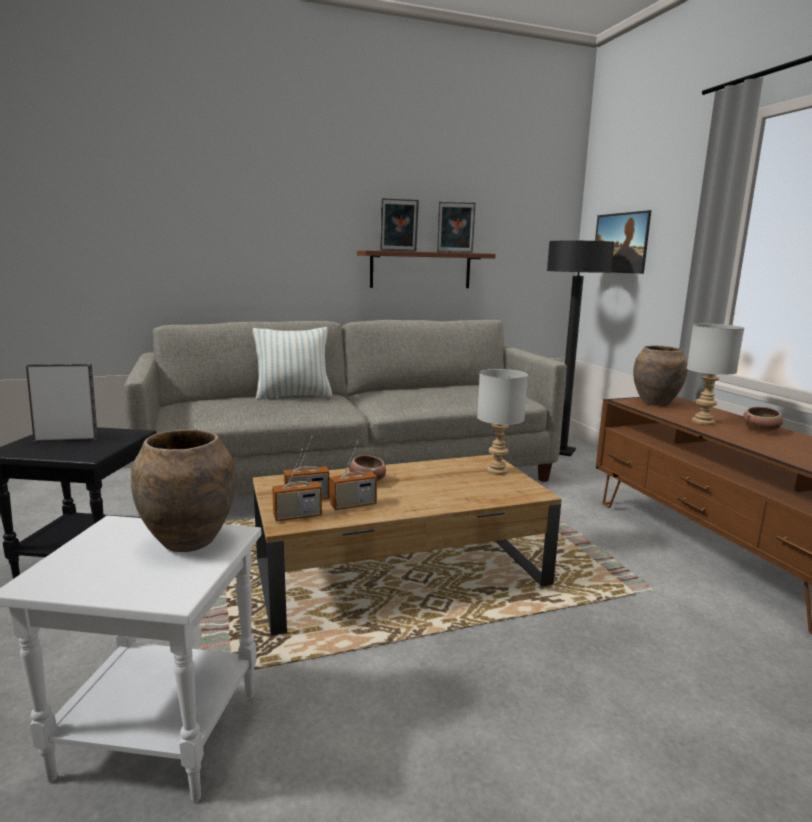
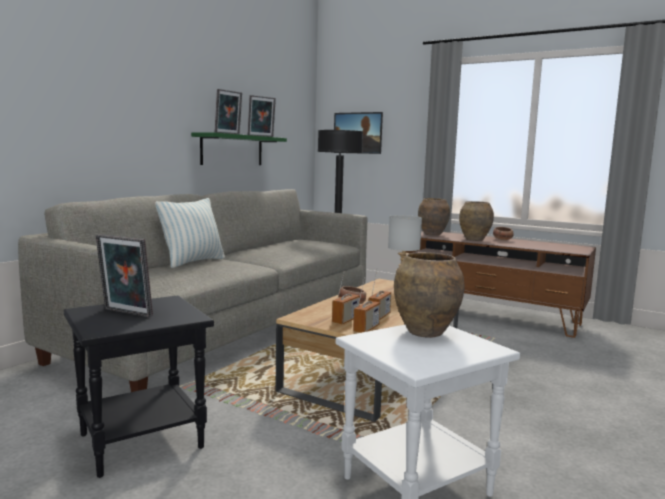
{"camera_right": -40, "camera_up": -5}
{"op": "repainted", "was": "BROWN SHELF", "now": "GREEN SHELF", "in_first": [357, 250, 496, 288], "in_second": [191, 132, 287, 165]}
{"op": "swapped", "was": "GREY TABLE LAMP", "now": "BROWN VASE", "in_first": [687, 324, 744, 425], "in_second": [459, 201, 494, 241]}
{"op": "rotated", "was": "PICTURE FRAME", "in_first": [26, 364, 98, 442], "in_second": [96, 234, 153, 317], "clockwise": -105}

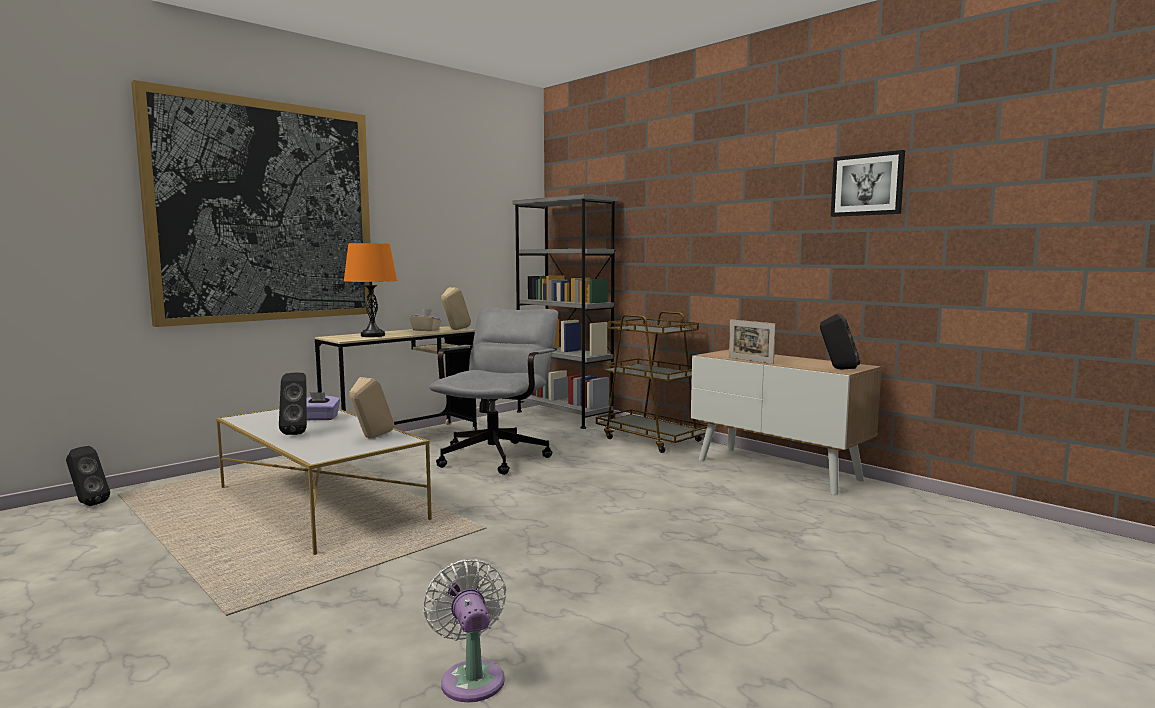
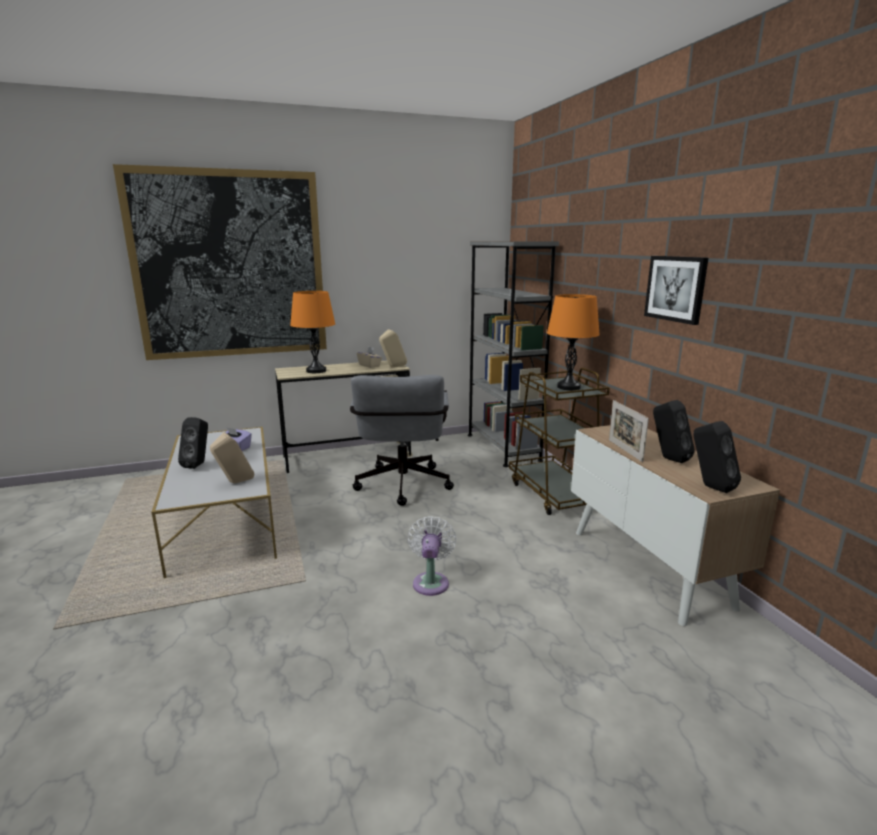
{"camera_right": 25, "camera_up": 10}
{"op": "shifted", "was": "PICTURE", "in_first": [831, 150, 905, 217], "in_second": [644, 256, 708, 325]}
{"op": "rotated", "was": "GREY OFFICE CHAIR", "in_first": [429, 307, 558, 475], "in_second": [350, 375, 454, 506], "clockwise": 135}
{"op": "shifted", "was": "BLACK SPEAKER", "in_first": [66, 446, 110, 506], "in_second": [653, 400, 695, 463]}
{"op": "shifted", "was": "WHITE FAN", "in_first": [423, 560, 506, 702], "in_second": [408, 516, 457, 596]}
{"op": "new", "now": "ORANGE TABLE LAMP", "in_second": [547, 294, 600, 390]}

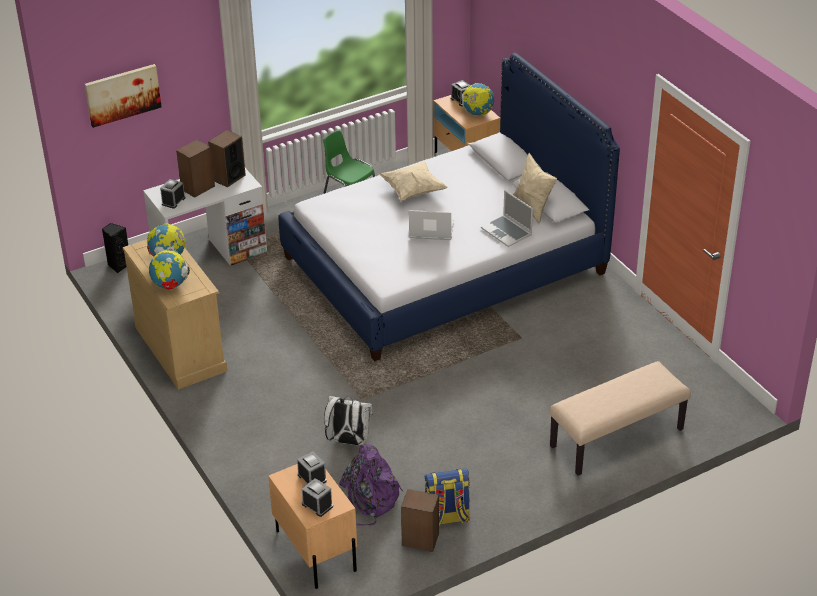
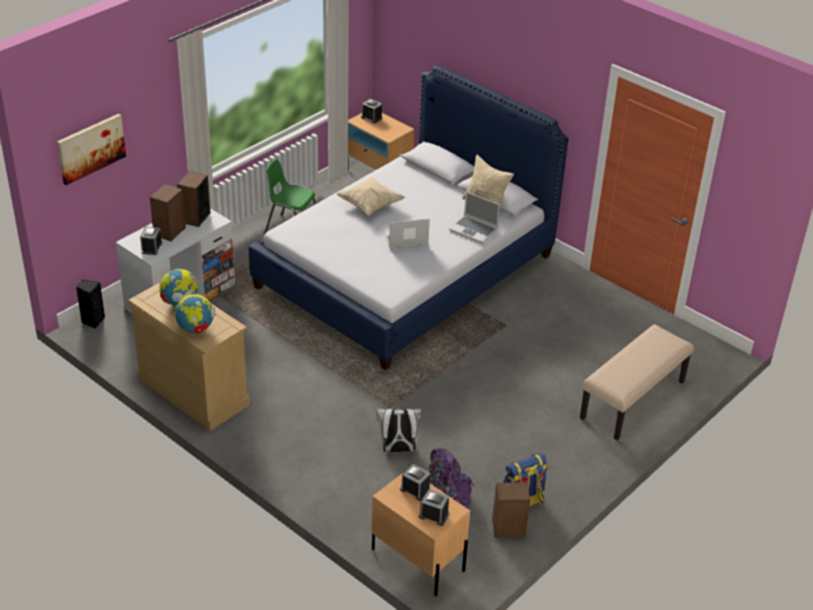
{"camera_right": -20, "camera_up": 0}
{"op": "gone", "was": "GLOBE", "in_first": [461, 83, 494, 116]}

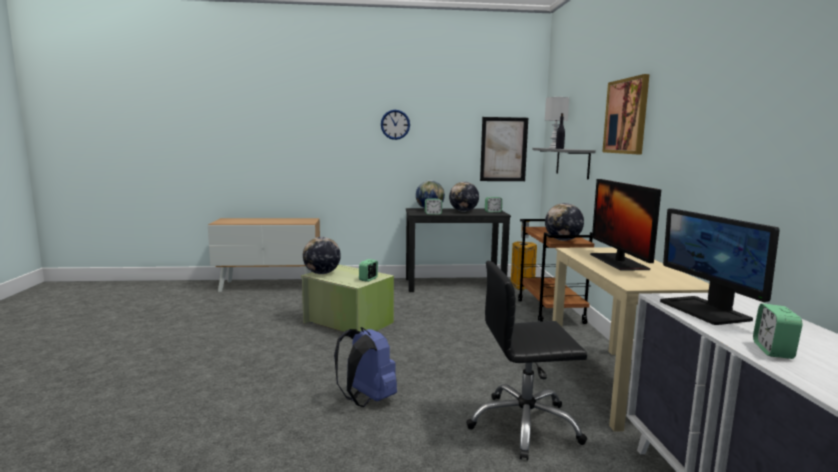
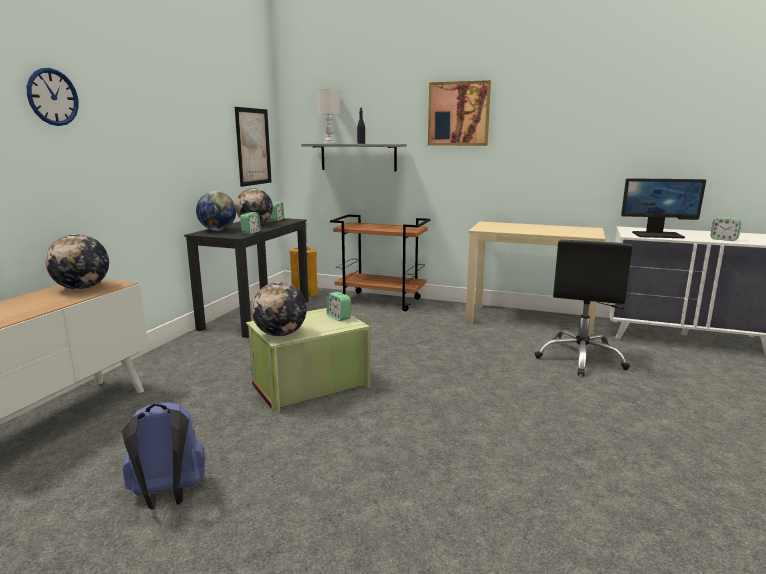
{"camera_right": -65, "camera_up": 5}
{"op": "shifted", "was": "WALL CLOCK", "in_first": [381, 110, 410, 140], "in_second": [27, 68, 79, 126]}
{"op": "gone", "was": "MONITOR", "in_first": [590, 179, 661, 271]}
{"op": "shifted", "was": "GLOBE", "in_first": [545, 203, 584, 241], "in_second": [45, 234, 109, 290]}
{"op": "shifted", "was": "BLUE BACKPACK", "in_first": [334, 327, 397, 407], "in_second": [122, 402, 205, 509]}

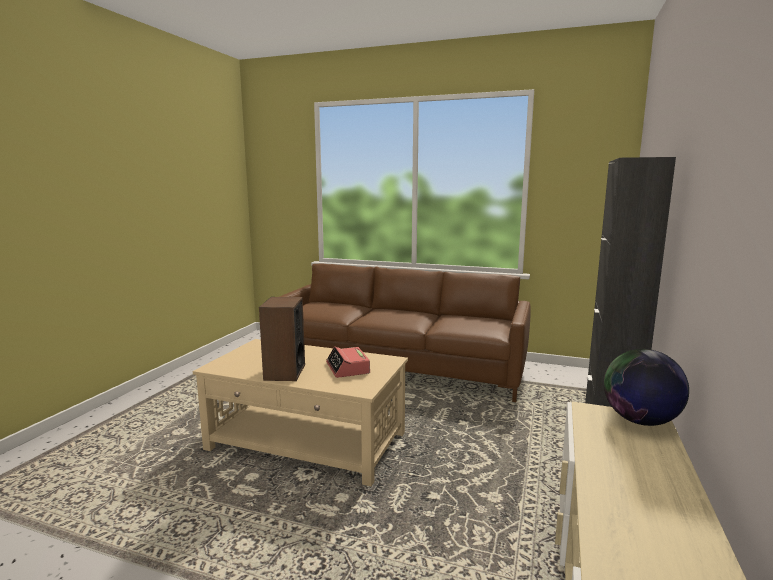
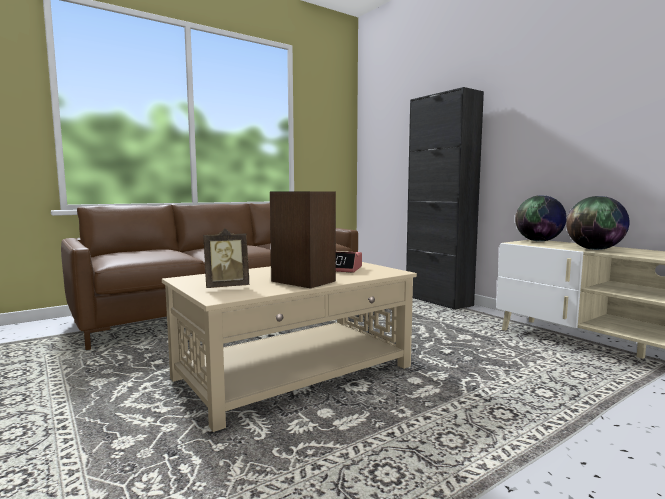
{"camera_right": -55, "camera_up": -5}
{"op": "new", "now": "GLOBE", "in_second": [566, 196, 629, 250]}
{"op": "new", "now": "PICTURE FRAME", "in_second": [203, 228, 249, 288]}

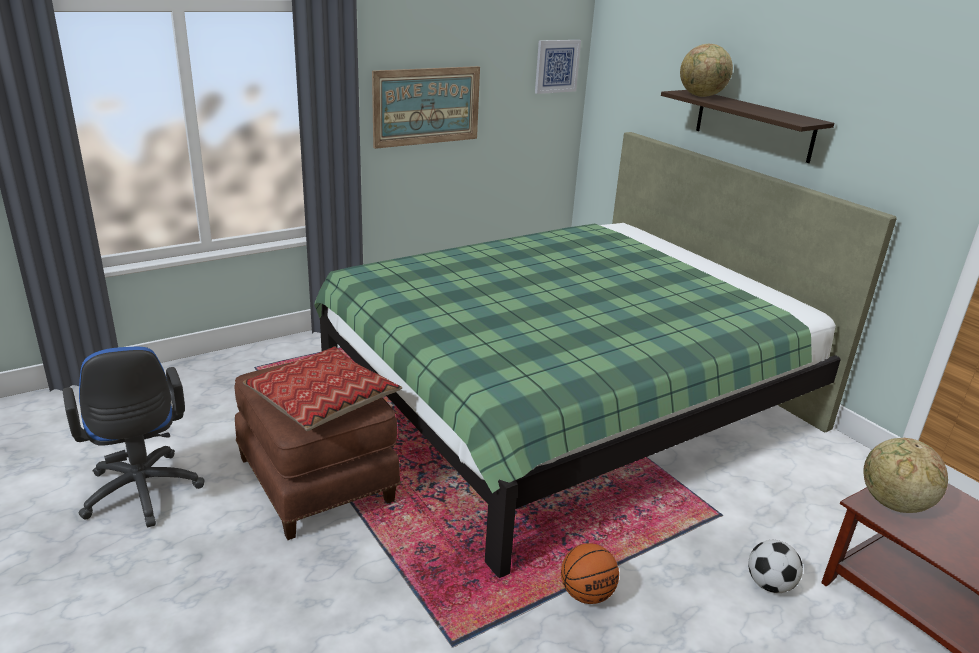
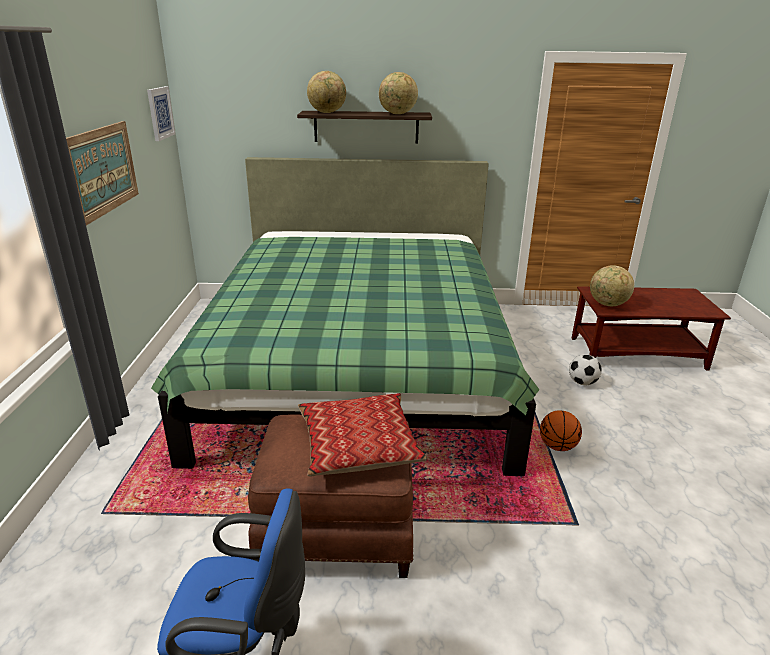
{"camera_right": -55, "camera_up": 0}
{"op": "new", "now": "GLOBE", "in_second": [379, 72, 418, 114]}

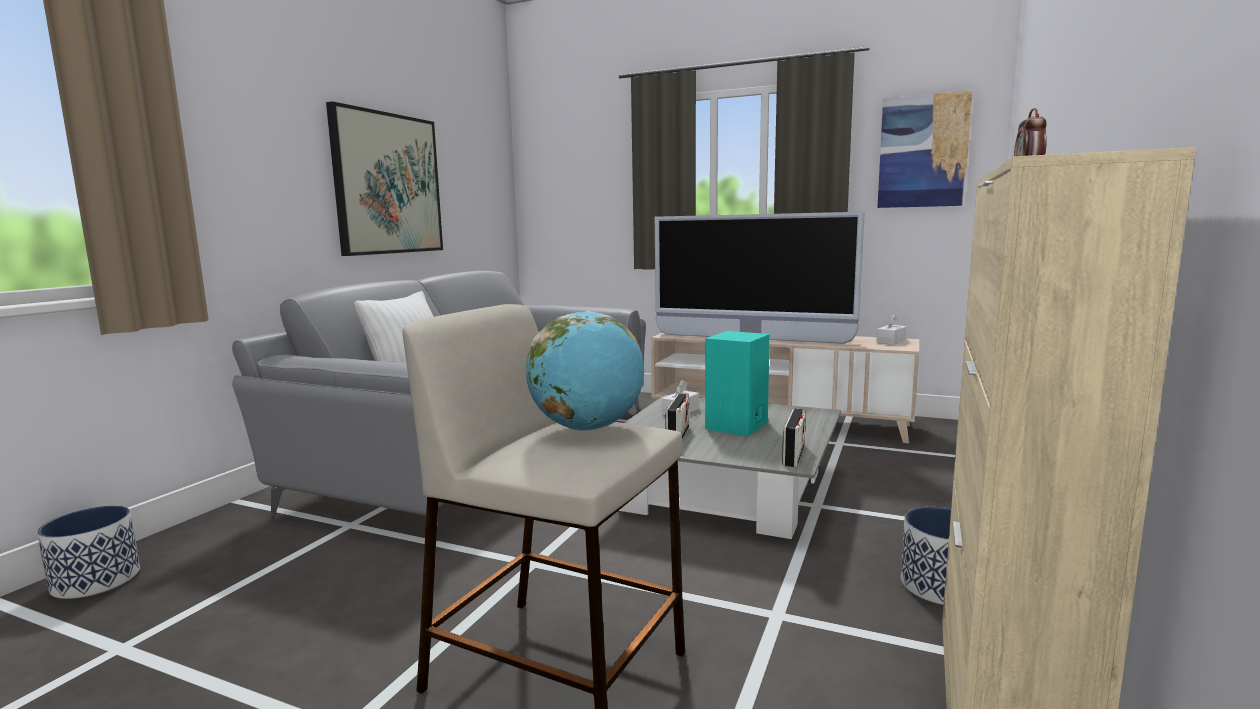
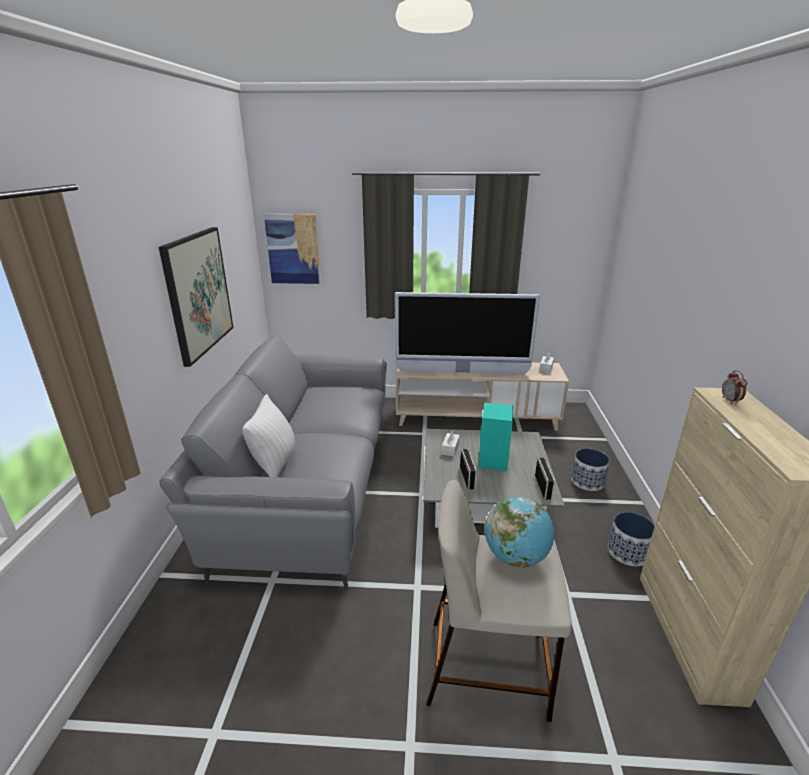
{"camera_right": -20, "camera_up": 15}
{"op": "shifted", "was": "PICTURE", "in_first": [878, 91, 973, 208], "in_second": [264, 214, 321, 284]}
{"op": "shifted", "was": "PLANTER", "in_first": [37, 506, 140, 599], "in_second": [571, 448, 610, 491]}

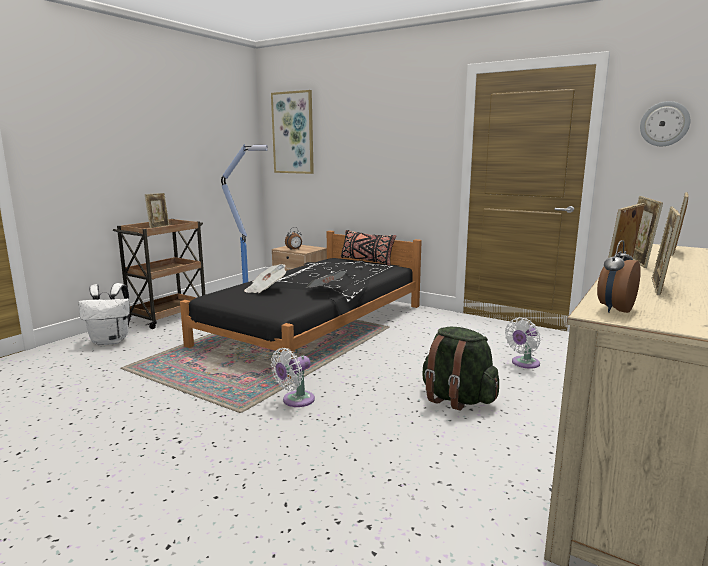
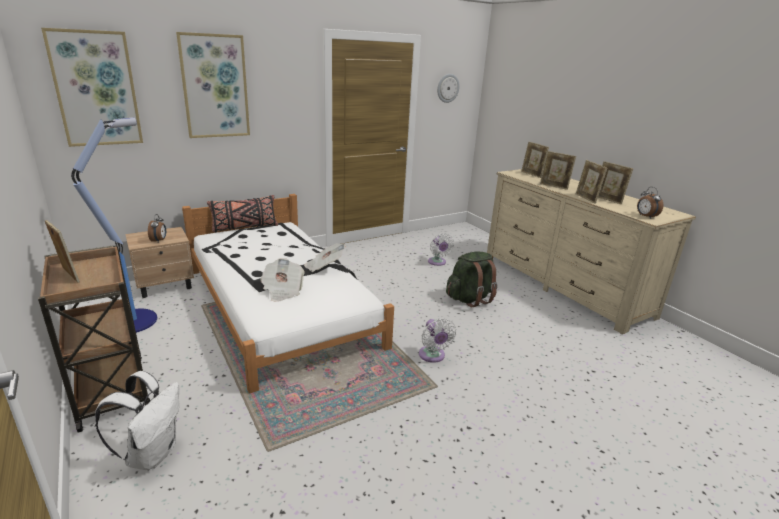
{"camera_right": -65, "camera_up": 10}
{"op": "repainted", "was": "BLACK BED", "now": "WHITE BED", "in_first": [180, 231, 422, 379], "in_second": [182, 194, 394, 393]}
{"op": "new", "now": "PICTURE", "in_second": [176, 32, 250, 138]}

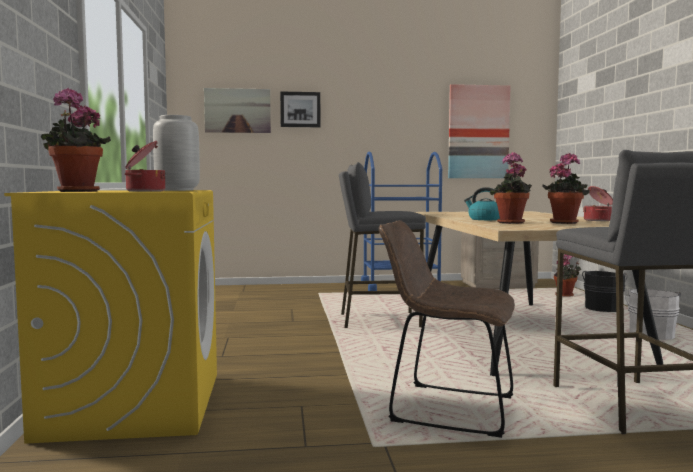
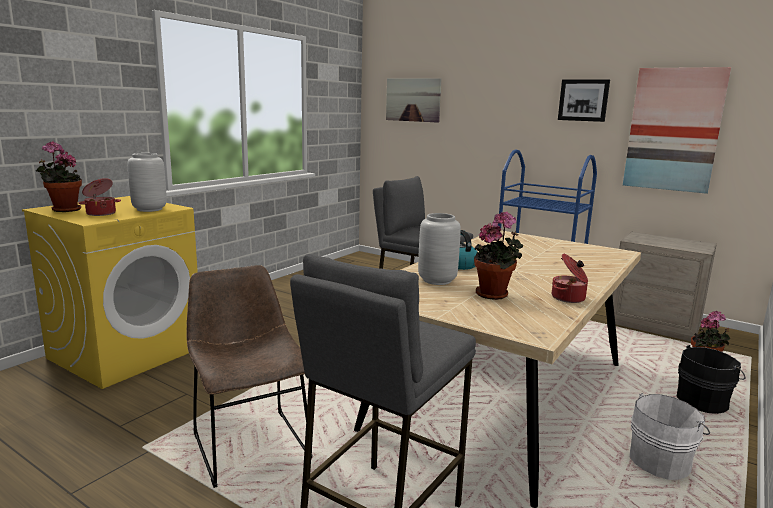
{"camera_right": 40, "camera_up": 10}
{"op": "shifted", "was": "PICTURE", "in_first": [280, 91, 320, 127], "in_second": [558, 79, 610, 122]}
{"op": "swapped", "was": "POTTED PLANT", "now": "GREY VASE", "in_first": [490, 152, 532, 224], "in_second": [418, 213, 461, 285]}

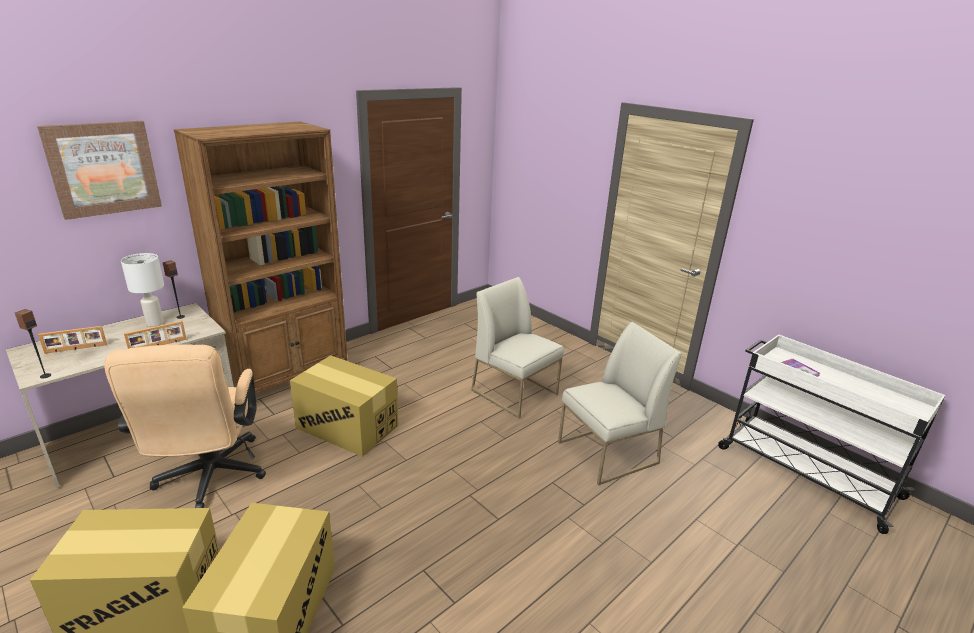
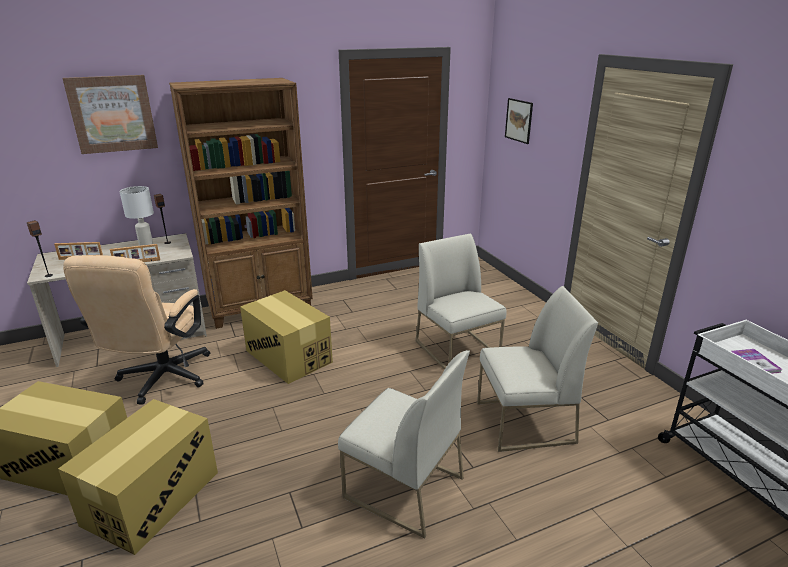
{"camera_right": 20, "camera_up": 0}
{"op": "new", "now": "PICTURE", "in_second": [505, 98, 533, 144]}
{"op": "new", "now": "WHITE CHAIR", "in_second": [338, 350, 470, 539]}

